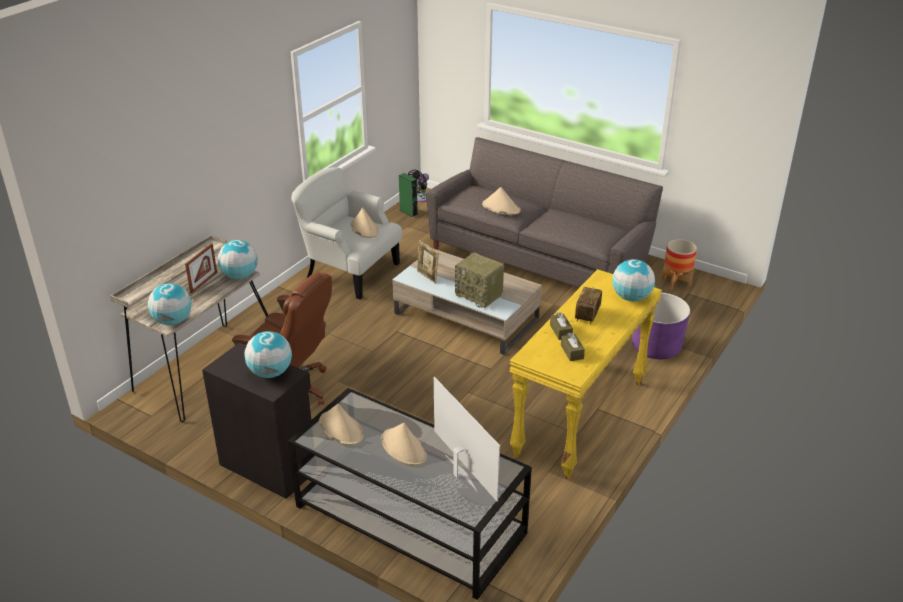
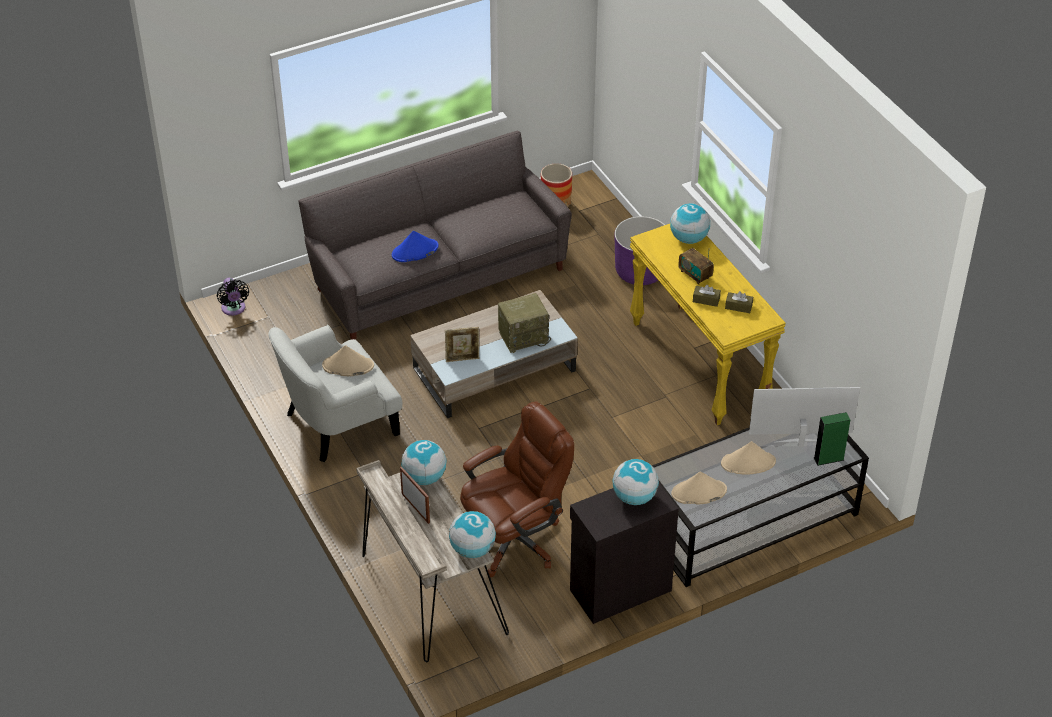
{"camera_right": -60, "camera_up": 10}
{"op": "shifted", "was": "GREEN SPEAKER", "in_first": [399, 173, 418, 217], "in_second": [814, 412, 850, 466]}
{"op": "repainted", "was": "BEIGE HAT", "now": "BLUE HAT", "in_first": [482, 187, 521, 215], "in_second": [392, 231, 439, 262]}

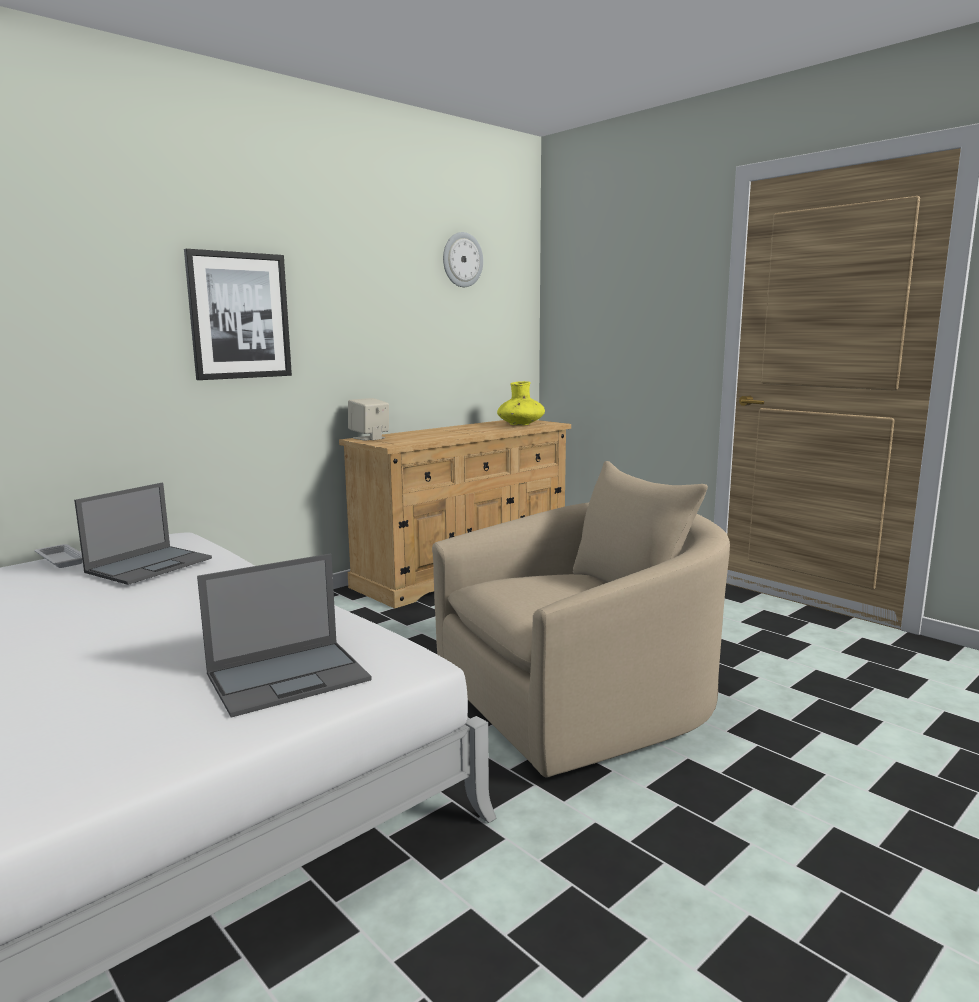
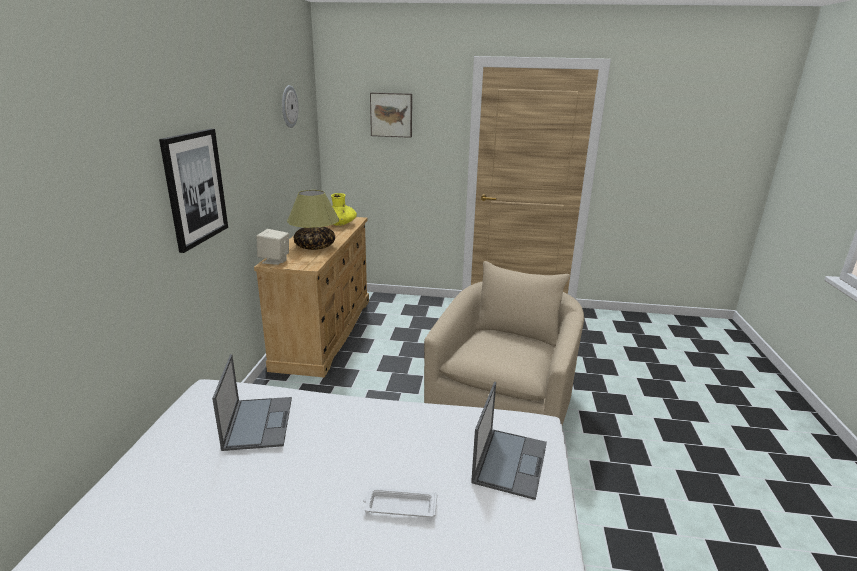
{"camera_right": -40, "camera_up": 10}
{"op": "shifted", "was": "WHITE TRAY", "in_first": [35, 544, 83, 568], "in_second": [363, 487, 437, 517]}
{"op": "new", "now": "PICTURE", "in_second": [370, 92, 412, 138]}
{"op": "new", "now": "TABLE LAMP", "in_second": [287, 190, 339, 250]}

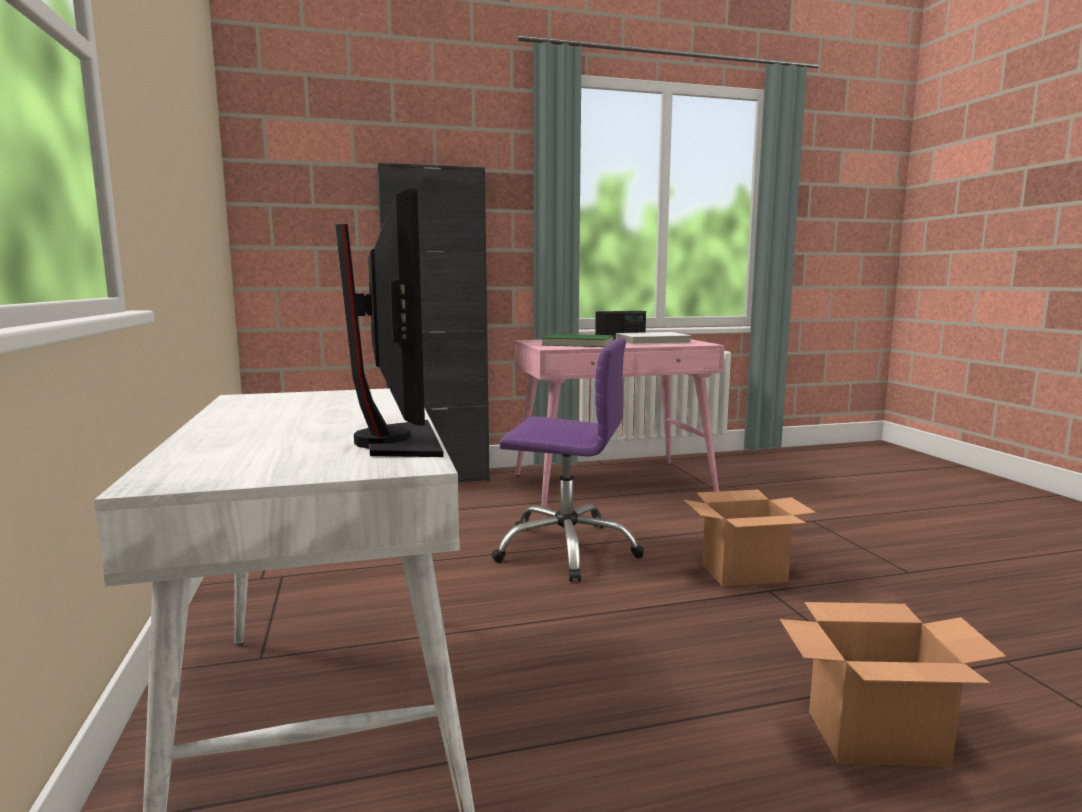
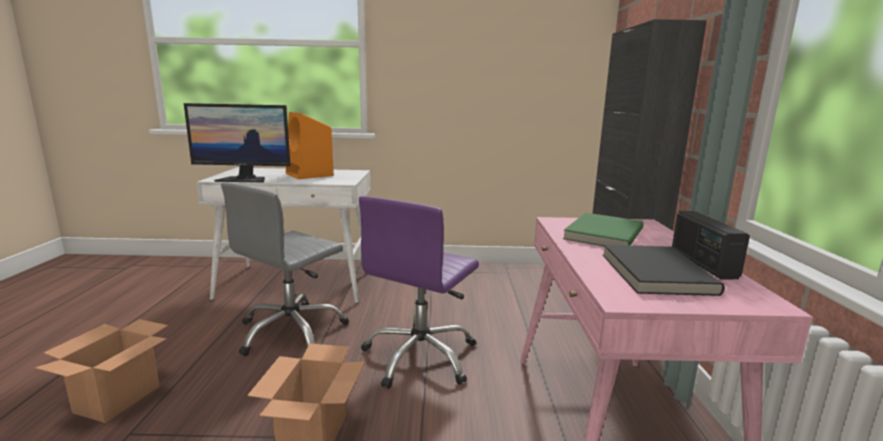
{"camera_right": 105, "camera_up": 5}
{"op": "repainted", "was": "WHITE BOOK", "now": "BLACK BOOK", "in_first": [616, 332, 691, 345], "in_second": [603, 245, 725, 296]}
{"op": "new", "now": "ORANGE SPEAKER", "in_second": [286, 112, 334, 179]}
{"op": "new", "now": "GREY OFFICE CHAIR", "in_second": [221, 182, 349, 356]}

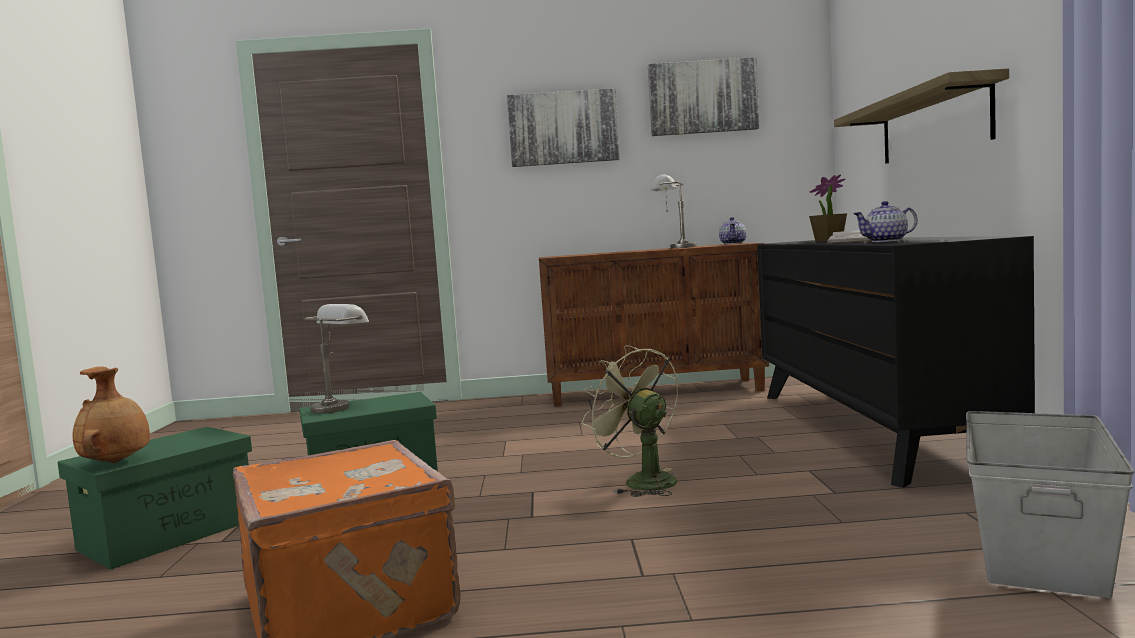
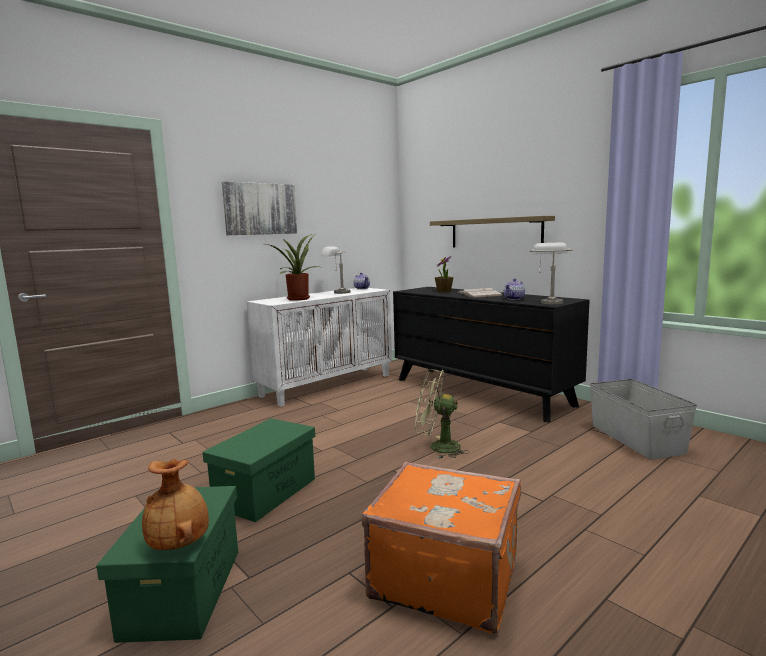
{"camera_right": -40, "camera_up": 5}
{"op": "gone", "was": "PICTURE", "in_first": [648, 57, 760, 136]}
{"op": "repainted", "was": "BROWN CABINET", "now": "WHITE CABINET", "in_first": [539, 243, 769, 407], "in_second": [247, 288, 392, 407]}
{"op": "shifted", "was": "GREY TABLE LAMP", "in_first": [304, 304, 369, 414], "in_second": [530, 243, 573, 304]}
{"op": "new", "now": "POTTED PLANT", "in_second": [264, 234, 323, 301]}

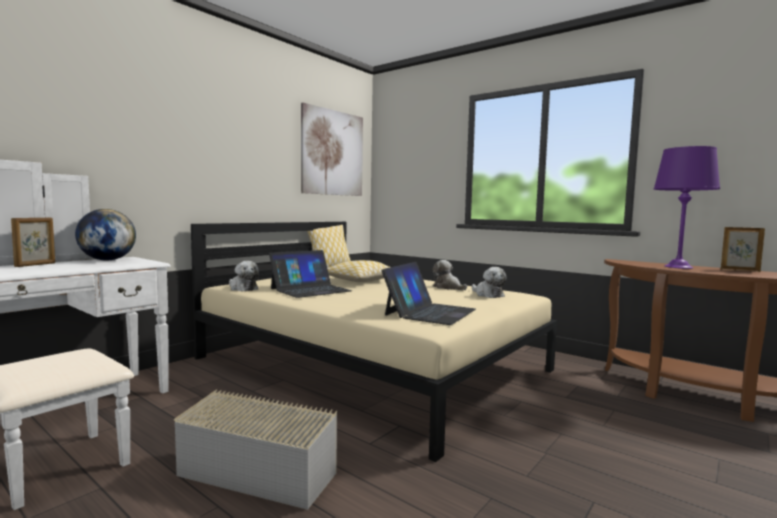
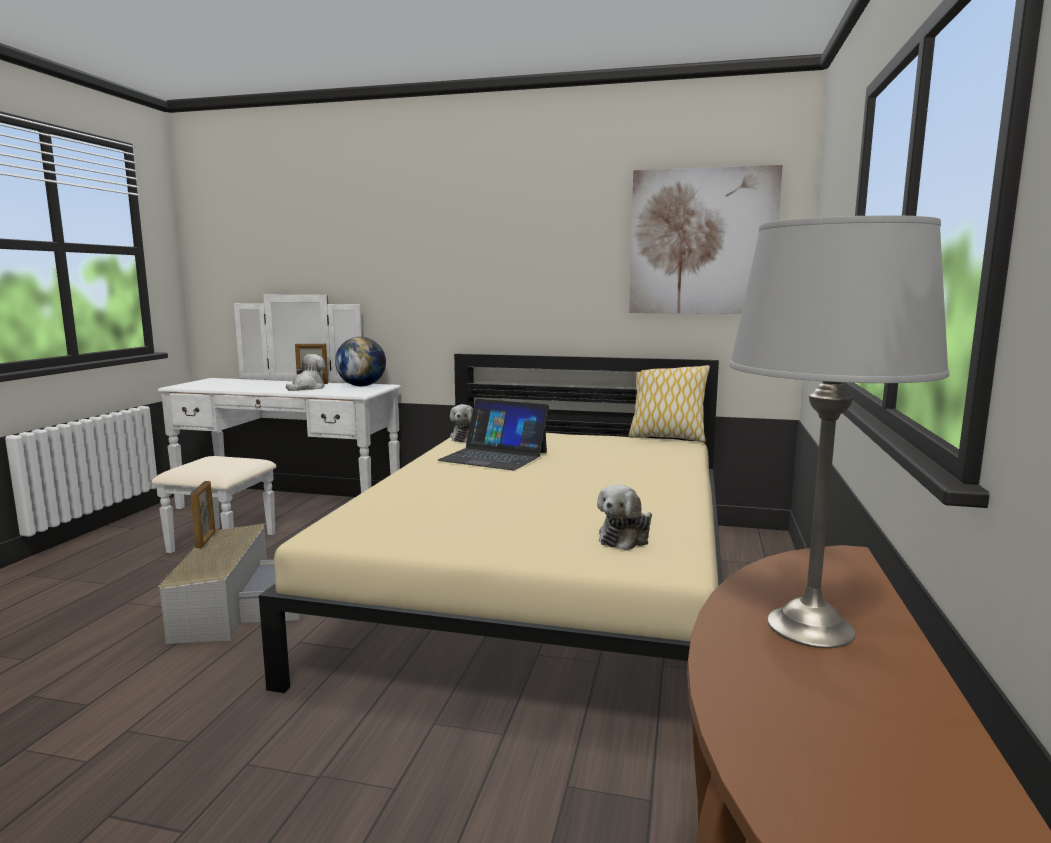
{"camera_right": 65, "camera_up": 5}
{"op": "repainted", "was": "PURPLE TABLE LAMP", "now": "GREY TABLE LAMP", "in_first": [654, 146, 720, 269], "in_second": [729, 215, 949, 648]}
{"op": "shifted", "was": "PICTURE FRAME", "in_first": [721, 227, 765, 272], "in_second": [190, 481, 215, 548]}
{"op": "gone", "was": "PILLOW", "in_first": [327, 260, 390, 282]}
{"op": "shifted", "was": "PLUSH TOY", "in_first": [432, 260, 467, 290], "in_second": [286, 354, 325, 391]}
{"op": "gone", "was": "LAPTOP", "in_first": [381, 262, 476, 325]}

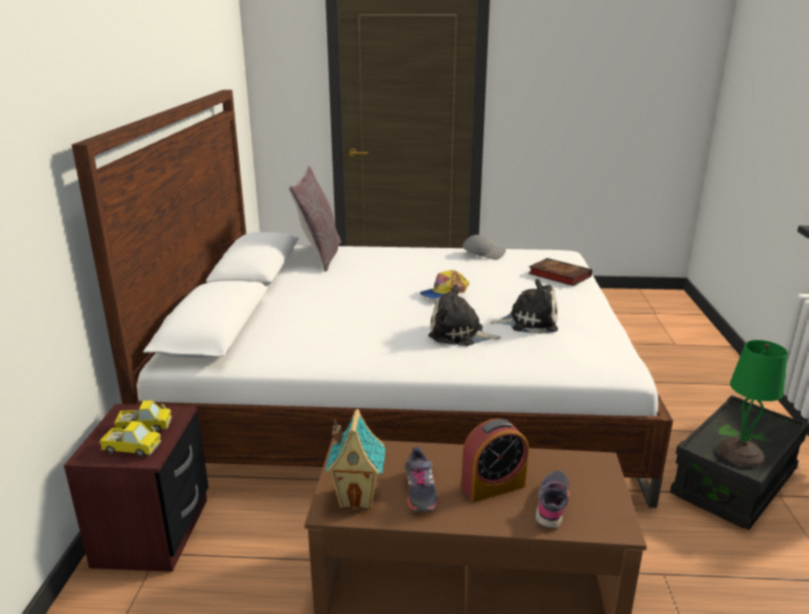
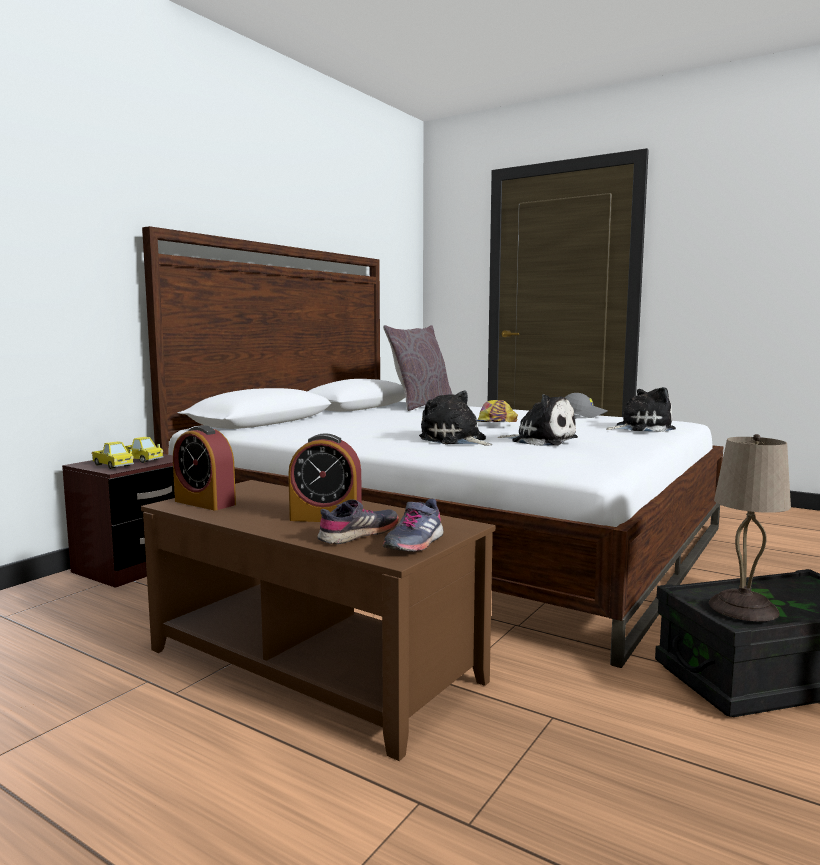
{"camera_right": 30, "camera_up": -15}
{"op": "swapped", "was": "BOOK", "now": "PLUSH TOY", "in_first": [528, 258, 592, 286], "in_second": [606, 387, 676, 432]}
{"op": "repainted", "was": "GREEN TABLE LAMP", "now": "BEIGE TABLE LAMP", "in_first": [717, 340, 788, 467], "in_second": [709, 434, 791, 622]}
{"op": "swapped", "was": "TOY HOUSE", "now": "ALARM CLOCK", "in_first": [325, 409, 386, 510], "in_second": [173, 425, 236, 510]}
{"op": "shifted", "was": "GREY SHOE", "in_first": [405, 447, 438, 512], "in_second": [383, 499, 444, 552]}

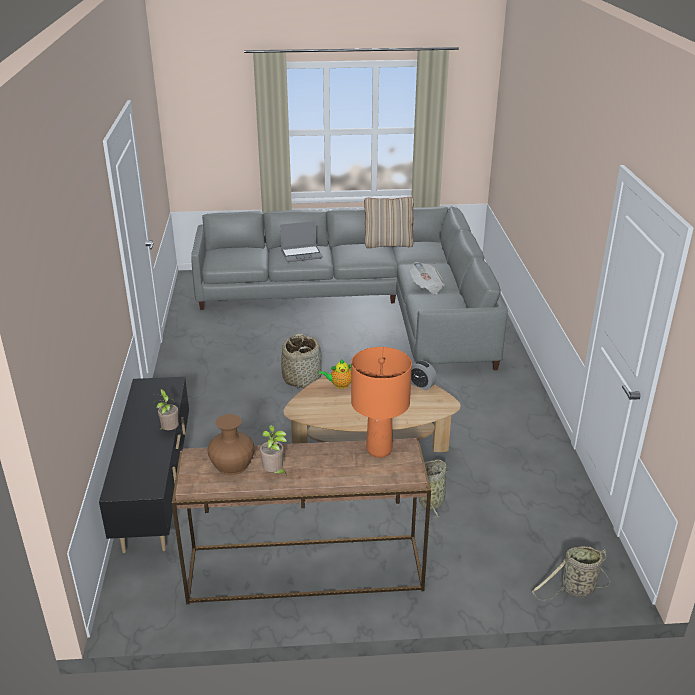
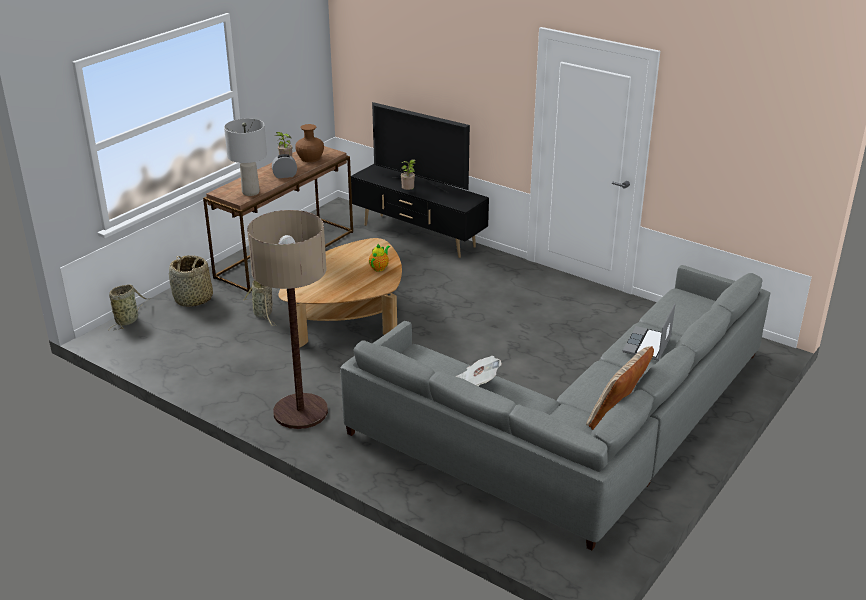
{"camera_right": 130, "camera_up": 0}
{"op": "shifted", "was": "BASKET", "in_first": [281, 334, 322, 388], "in_second": [169, 255, 213, 307]}
{"op": "repainted", "was": "ORANGE TABLE LAMP", "now": "GREY TABLE LAMP", "in_first": [351, 347, 412, 458], "in_second": [224, 118, 267, 196]}
{"op": "shifted", "was": "ALARM CLOCK", "in_first": [411, 360, 437, 390], "in_second": [272, 154, 297, 178]}
{"op": "new", "now": "TELEVISION", "in_second": [372, 102, 470, 194]}
{"op": "new", "now": "FLOOR LAMP", "in_second": [247, 210, 328, 429]}

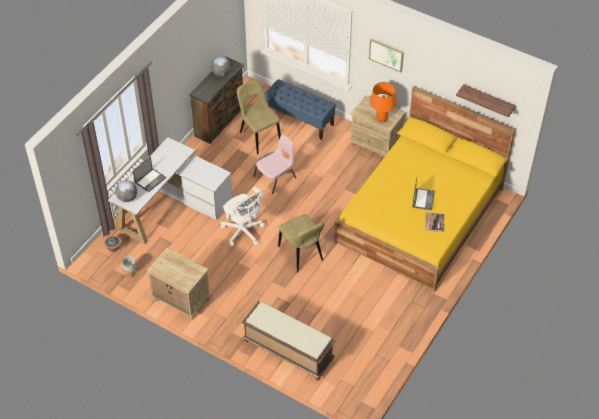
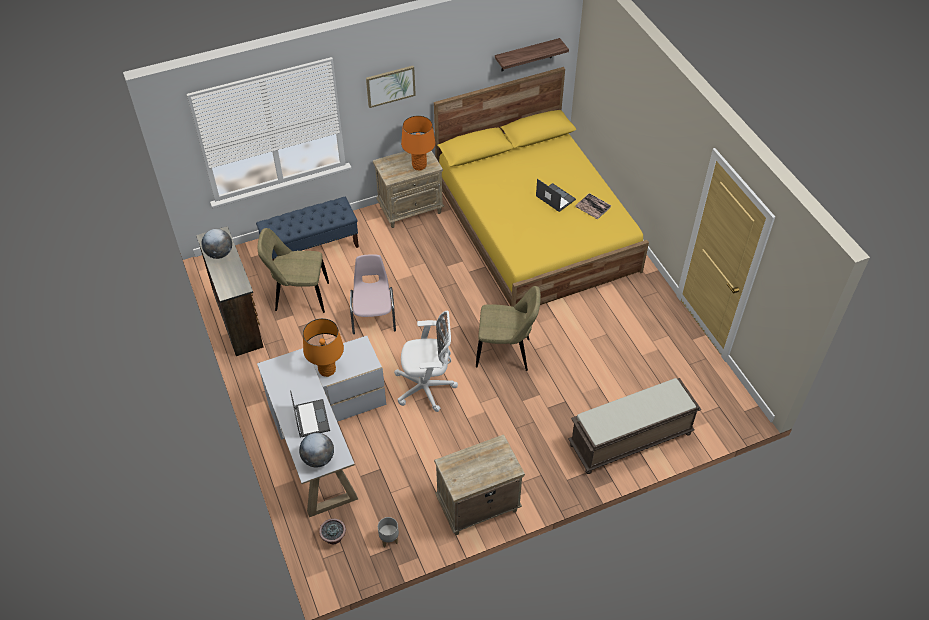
{"camera_right": -55, "camera_up": 0}
{"op": "new", "now": "ORANGE TABLE LAMP", "in_second": [303, 318, 344, 377]}

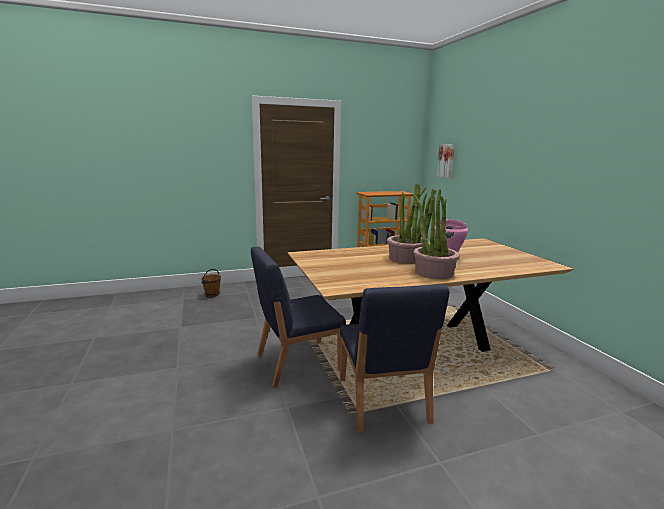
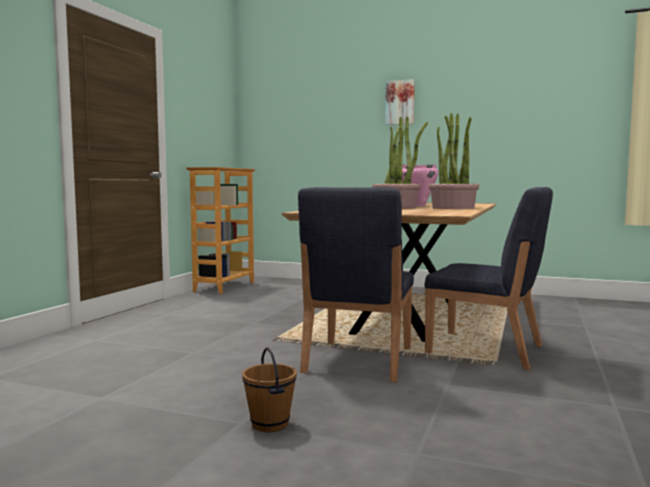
{"camera_right": -50, "camera_up": -10}
{"op": "shifted", "was": "PICTURE", "in_first": [436, 144, 455, 178], "in_second": [385, 79, 415, 125]}
{"op": "shifted", "was": "BROWN BUCKET", "in_first": [201, 269, 221, 297], "in_second": [242, 347, 297, 432]}

